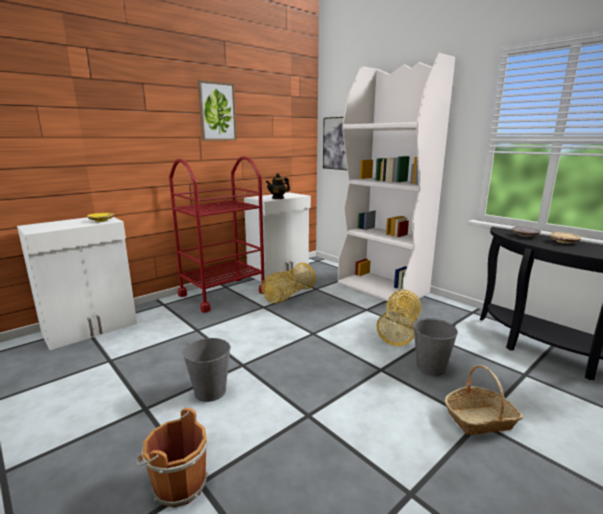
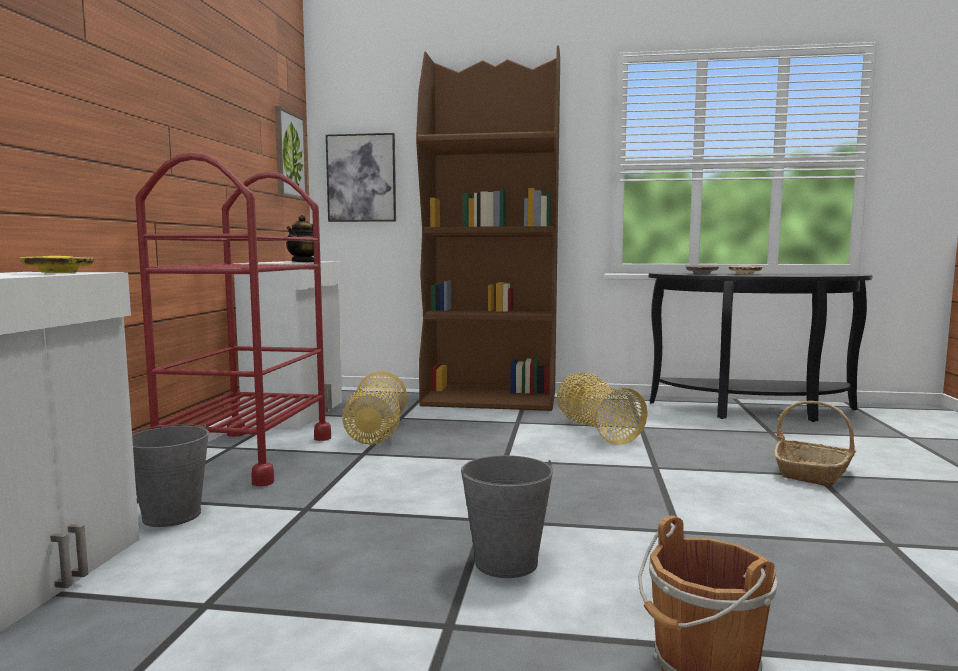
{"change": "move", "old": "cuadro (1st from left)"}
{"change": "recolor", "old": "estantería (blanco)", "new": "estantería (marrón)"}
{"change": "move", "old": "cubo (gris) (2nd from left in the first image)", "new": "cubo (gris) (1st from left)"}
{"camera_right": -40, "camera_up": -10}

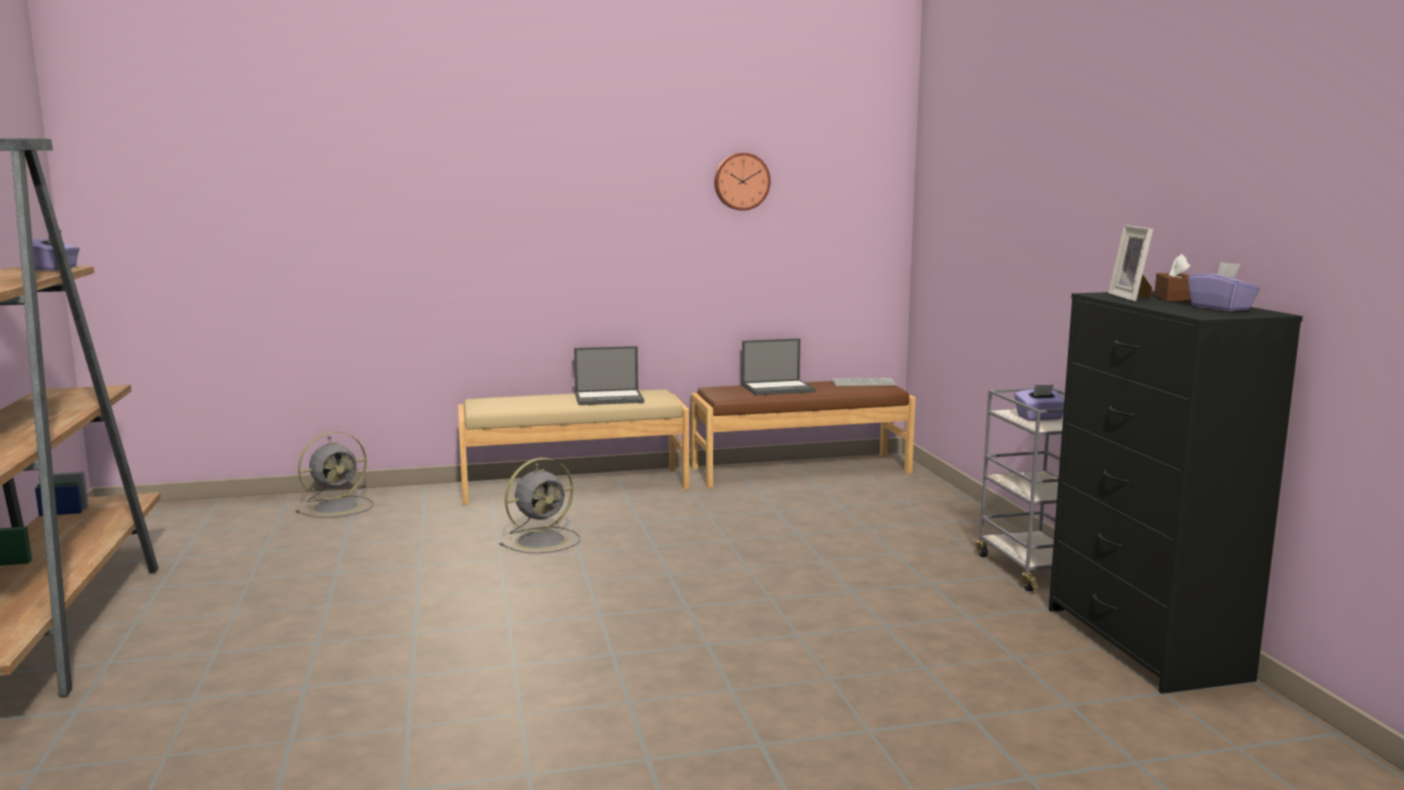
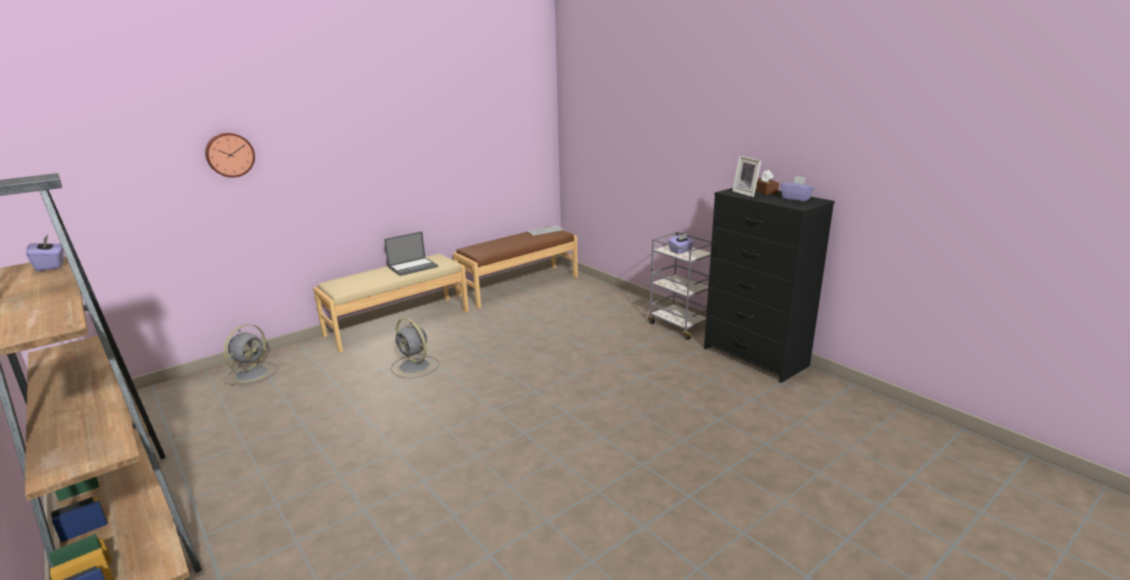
{"change": "rotate", "old": "ventilador (gris) (2nd from left)", "degrees": 105}
{"change": "move", "old": "reloj de pared"}
{"change": "delete", "old": "portátil (2nd from left)"}
{"camera_right": -25, "camera_up": 10}

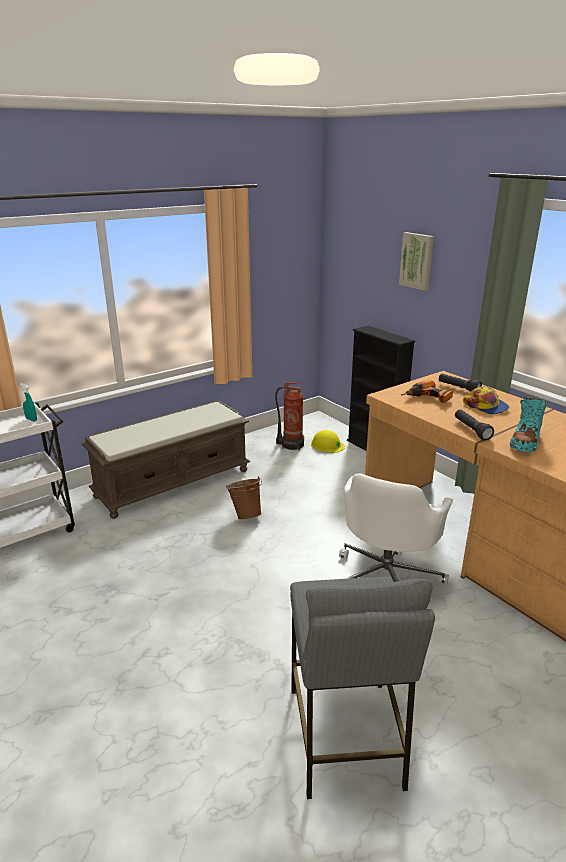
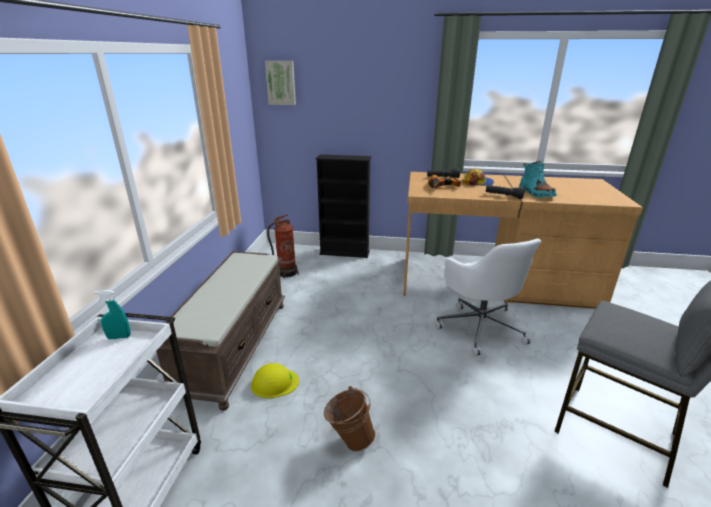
{"change": "move", "old": "cubo (marrón)"}
{"change": "move", "old": "casco (amarillo)"}
{"change": "move", "old": "cuadro"}
{"camera_right": -45, "camera_up": 0}

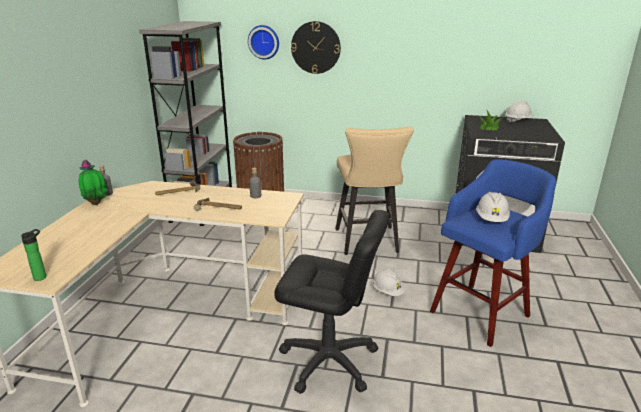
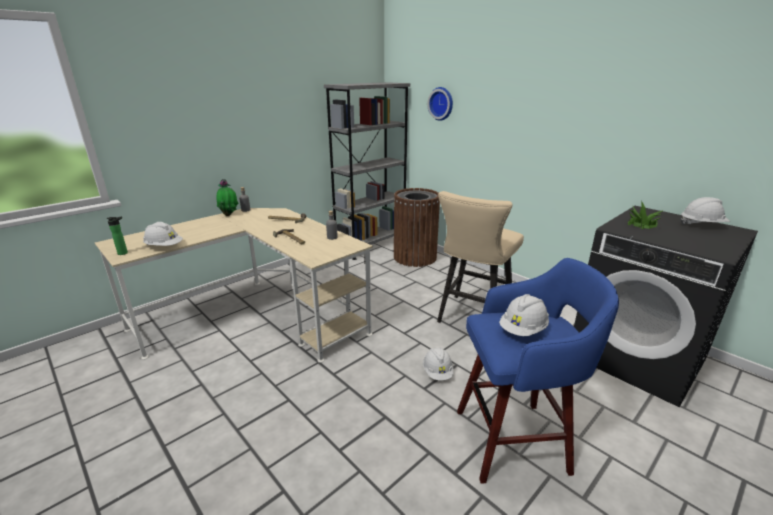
{"change": "delete", "old": "silla de oficina (negro)"}
{"change": "delete", "old": "reloj de pared (2nd from left)"}
{"change": "insert", "new": "casco (blanco) (1st from left)"}
{"camera_right": 35, "camera_up": 0}

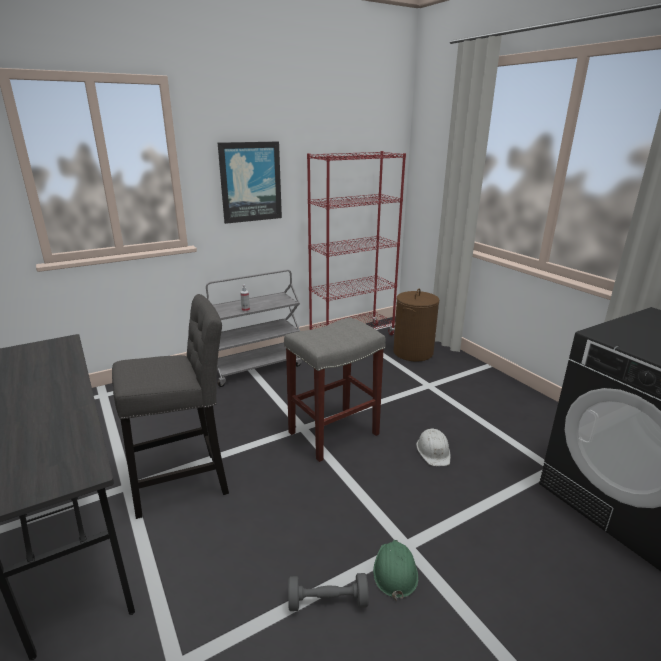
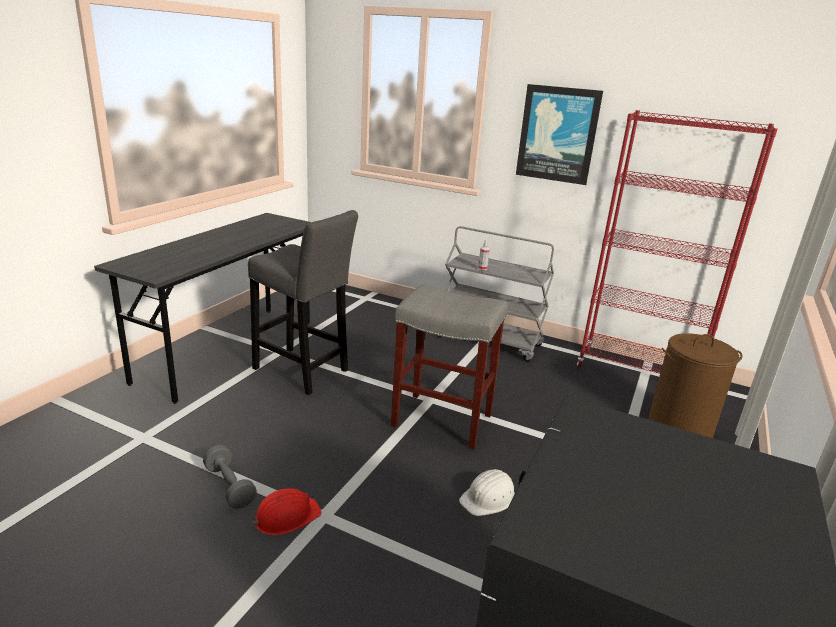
{"change": "recolor", "old": "casco (verde)", "new": "casco (rojo)"}
{"camera_right": 55, "camera_up": 0}

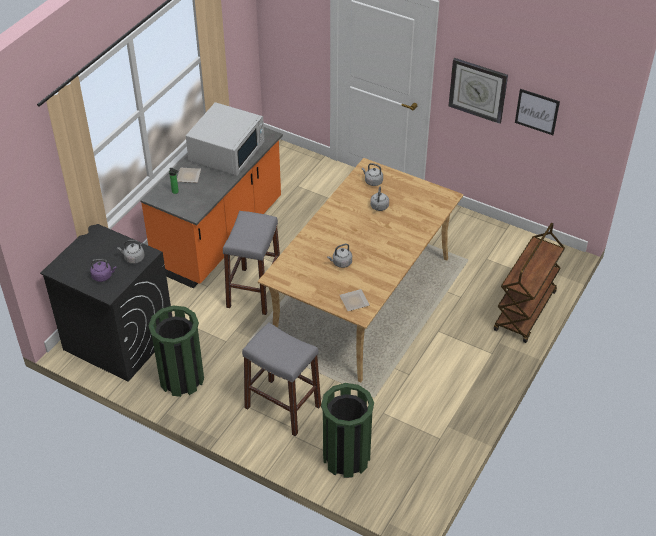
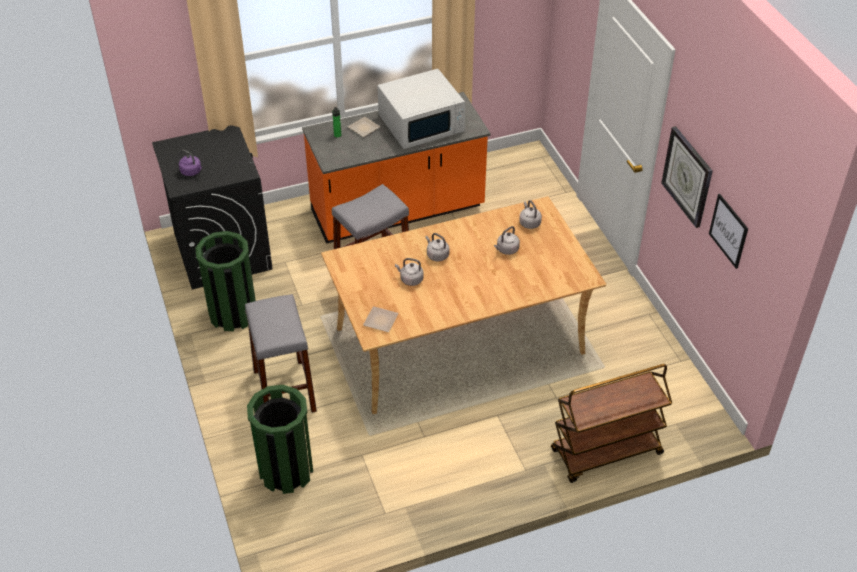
{"change": "move", "old": "hervidor (gris) (1st from left in the first image)", "new": "hervidor (gris) (2nd from left)"}
{"camera_right": 40, "camera_up": 0}

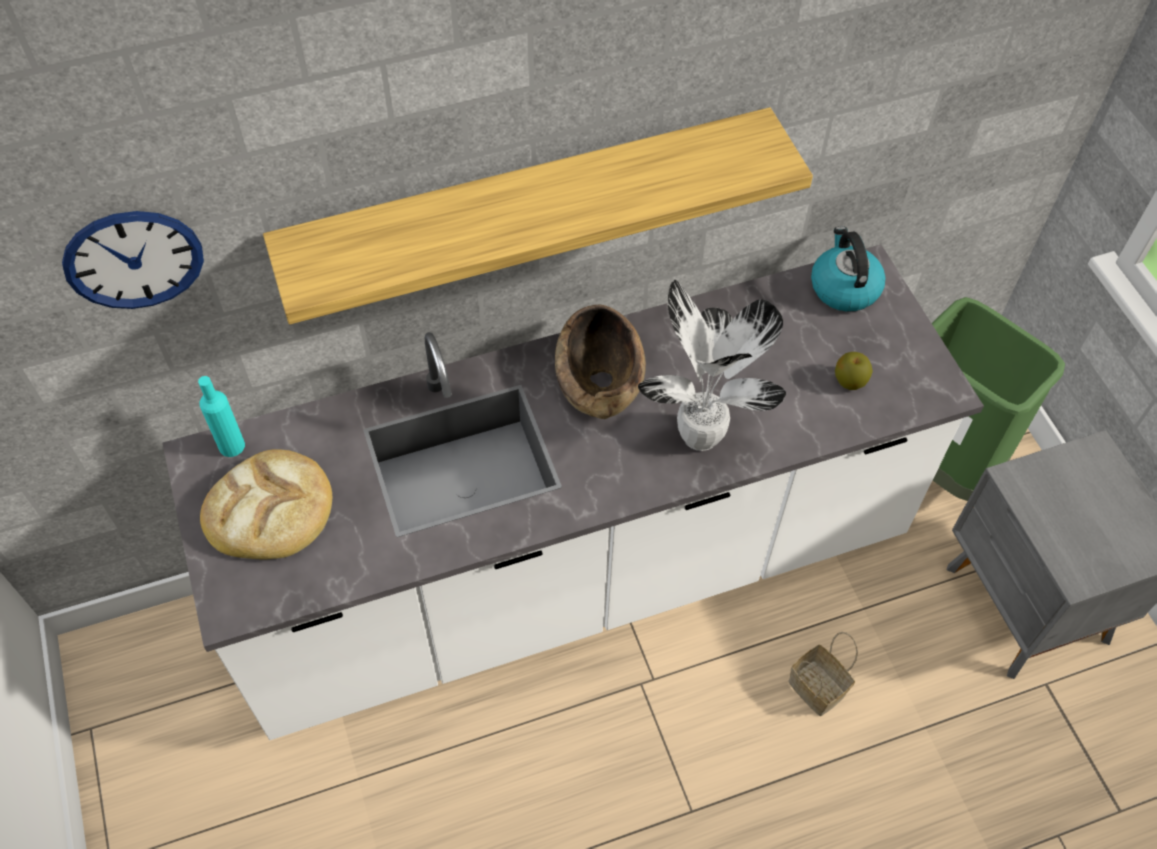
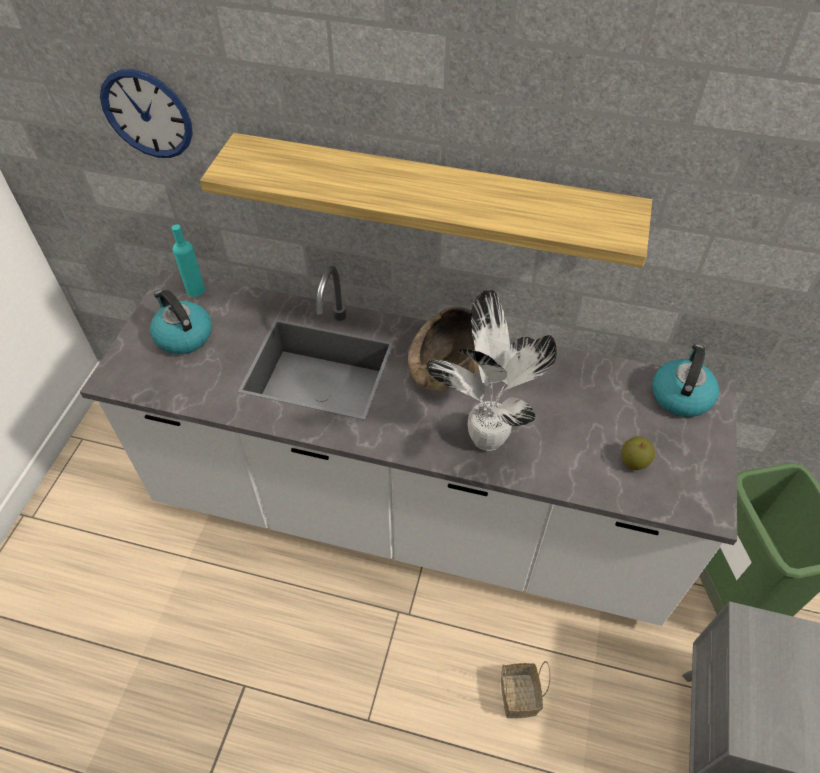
{"change": "replace", "old": "pan", "new": "hervidor (1st from left)"}
{"camera_right": 35, "camera_up": -5}

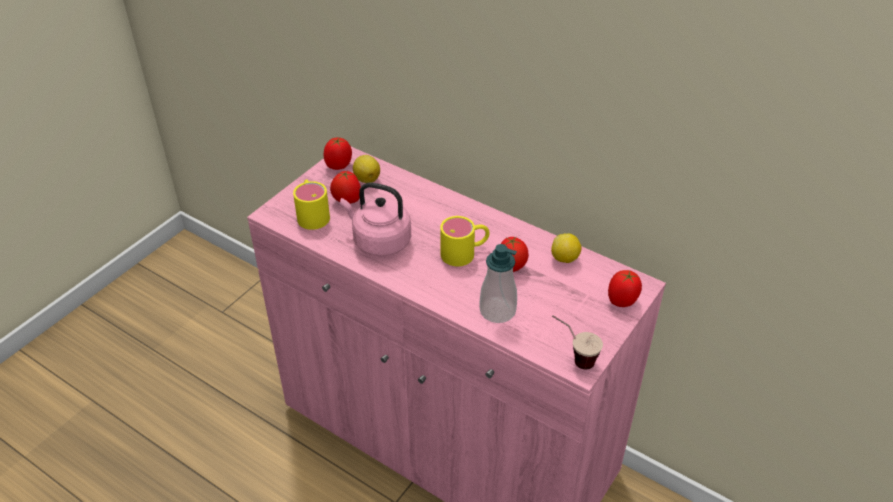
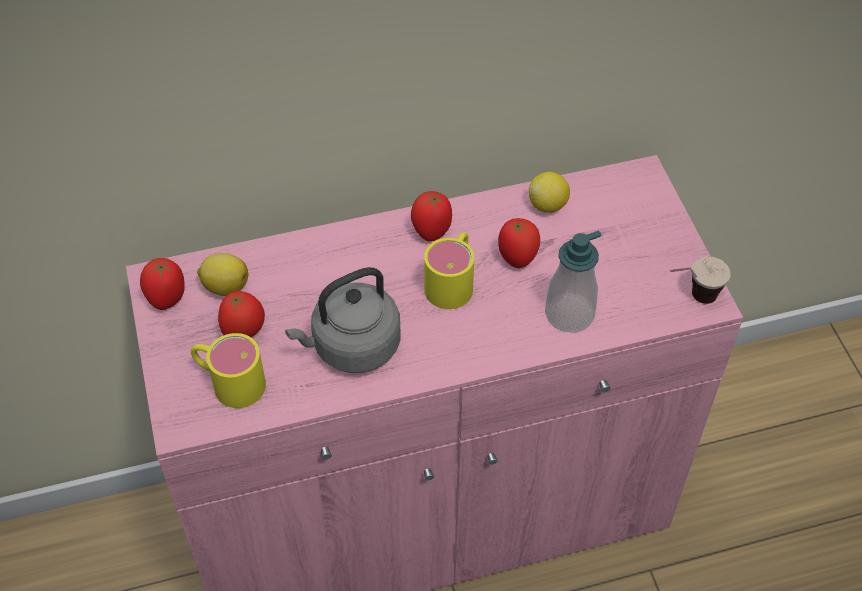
{"change": "recolor", "old": "hervidor (rosa)", "new": "hervidor (gris)"}
{"change": "move", "old": "tomate (4th from left in the first image)", "new": "tomate (3rd from left)"}
{"camera_right": -50, "camera_up": 10}

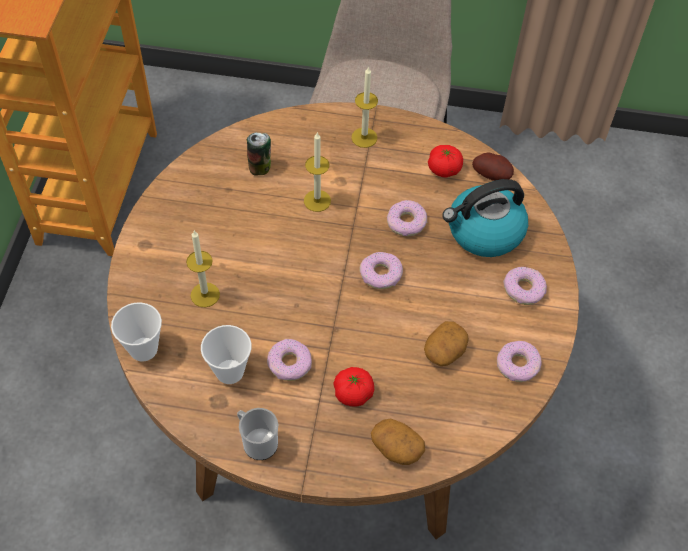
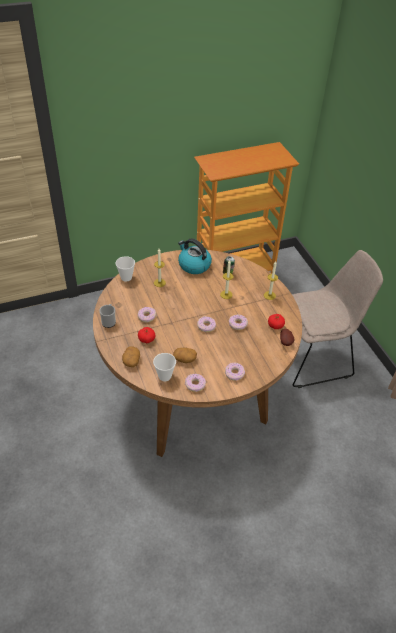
{"change": "move", "old": "taza (2nd from left)"}
{"change": "move", "old": "hervidor"}
{"camera_right": 60, "camera_up": -10}

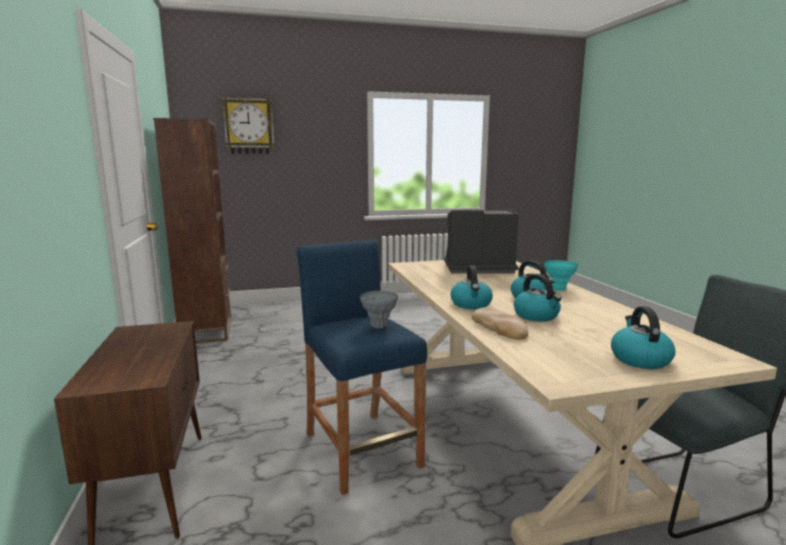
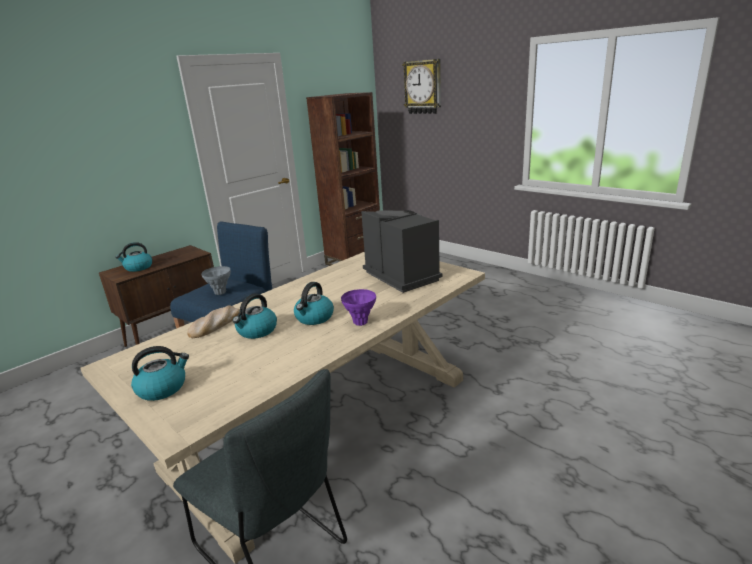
{"change": "move", "old": "hervidor (1st from left)"}
{"change": "recolor", "old": "florero (turquesa)", "new": "florero (morado)"}
{"camera_right": 60, "camera_up": 10}

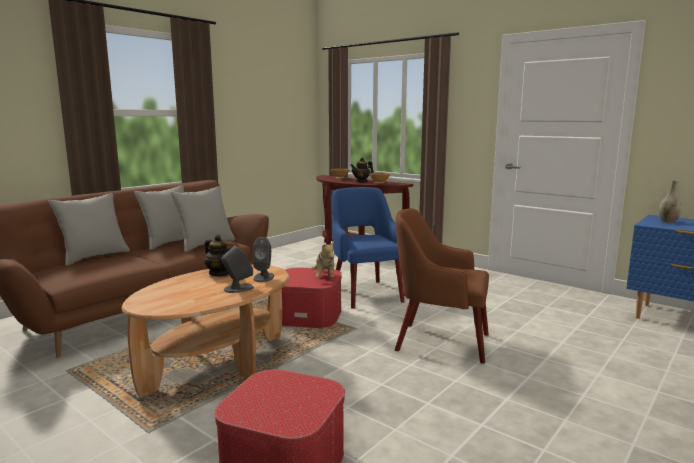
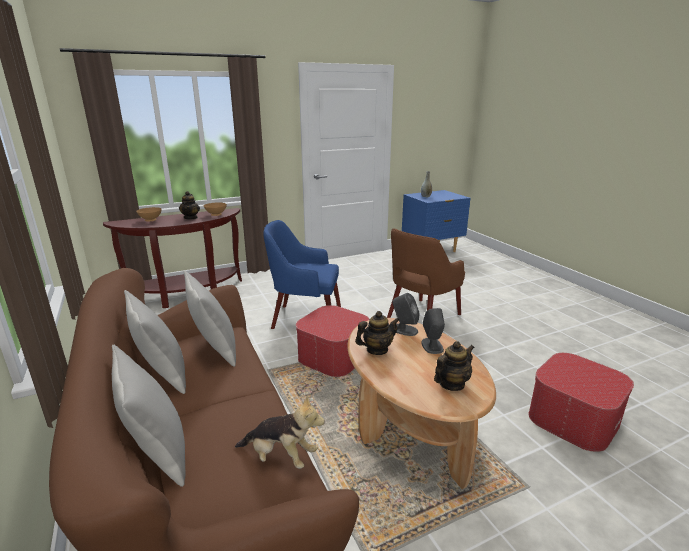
{"change": "move", "old": "peluche"}
{"change": "insert", "new": "tetera (3rd from left)"}
{"camera_right": -65, "camera_up": 10}

